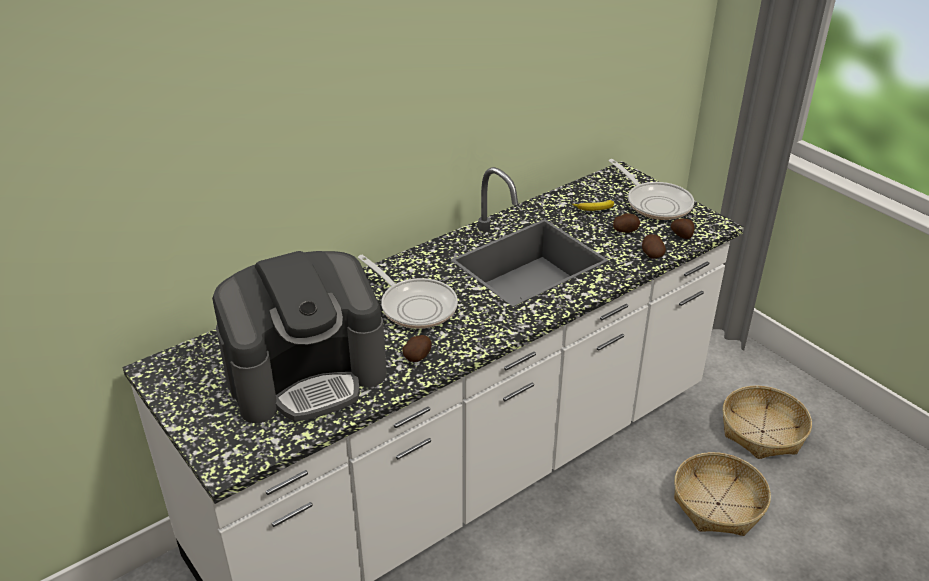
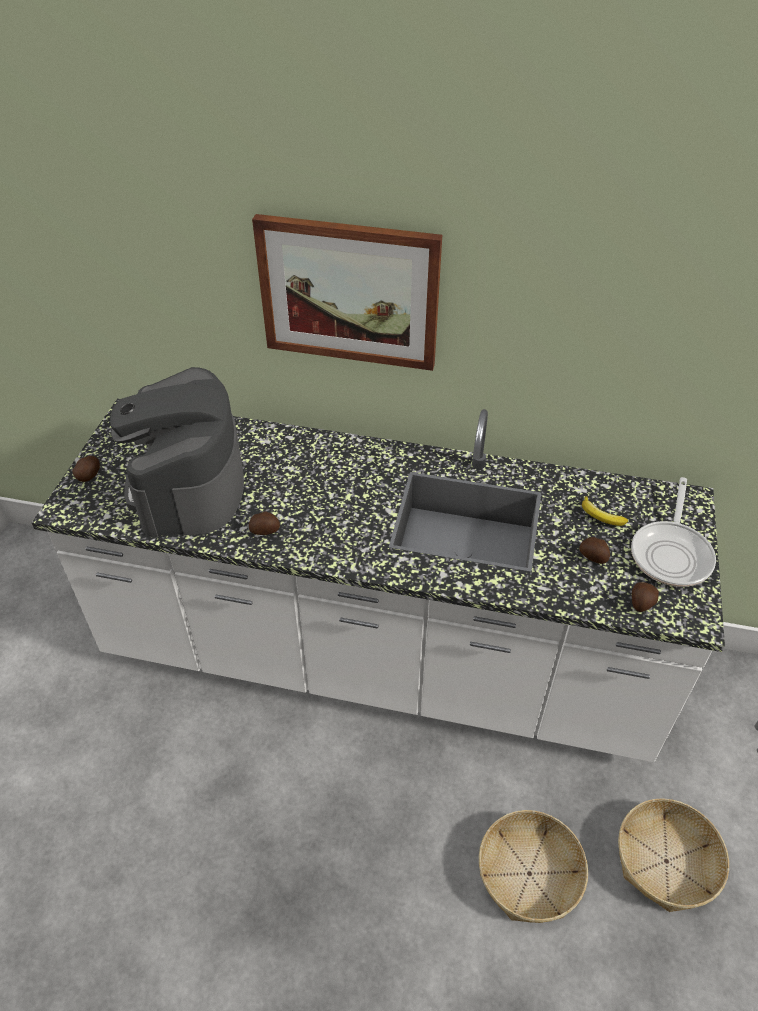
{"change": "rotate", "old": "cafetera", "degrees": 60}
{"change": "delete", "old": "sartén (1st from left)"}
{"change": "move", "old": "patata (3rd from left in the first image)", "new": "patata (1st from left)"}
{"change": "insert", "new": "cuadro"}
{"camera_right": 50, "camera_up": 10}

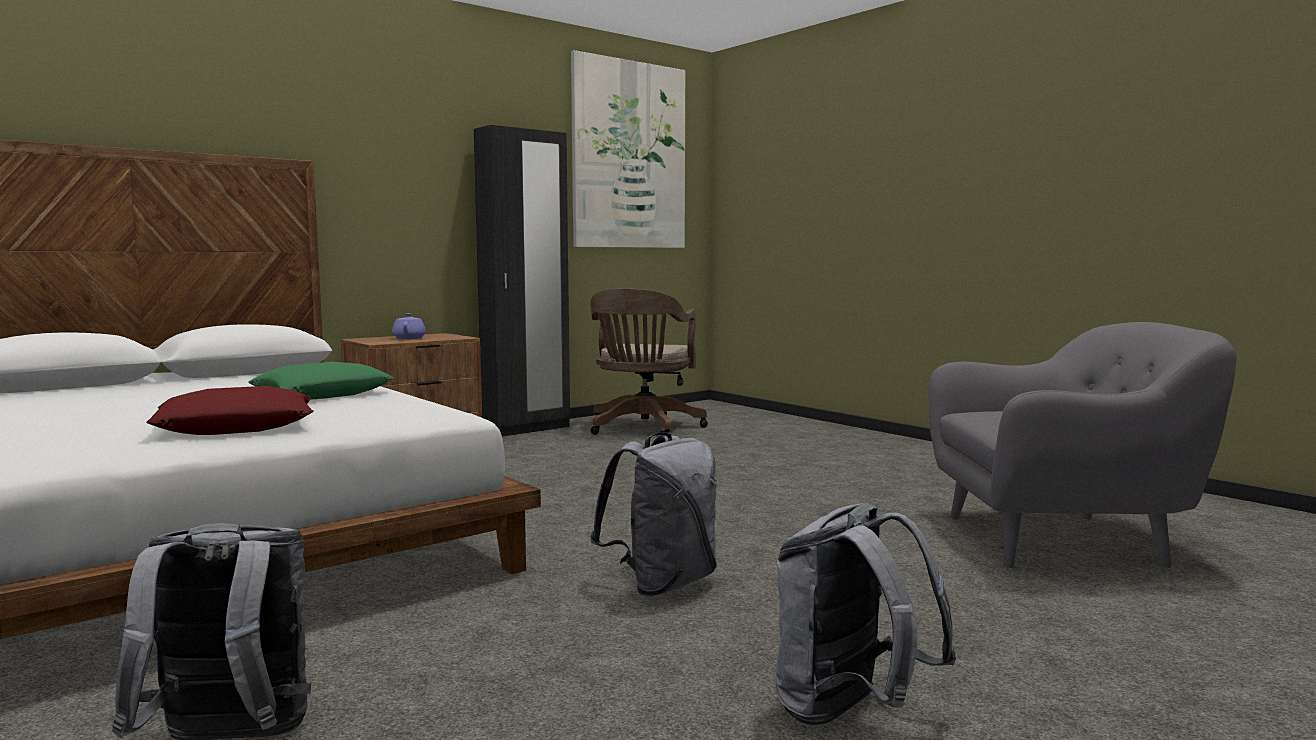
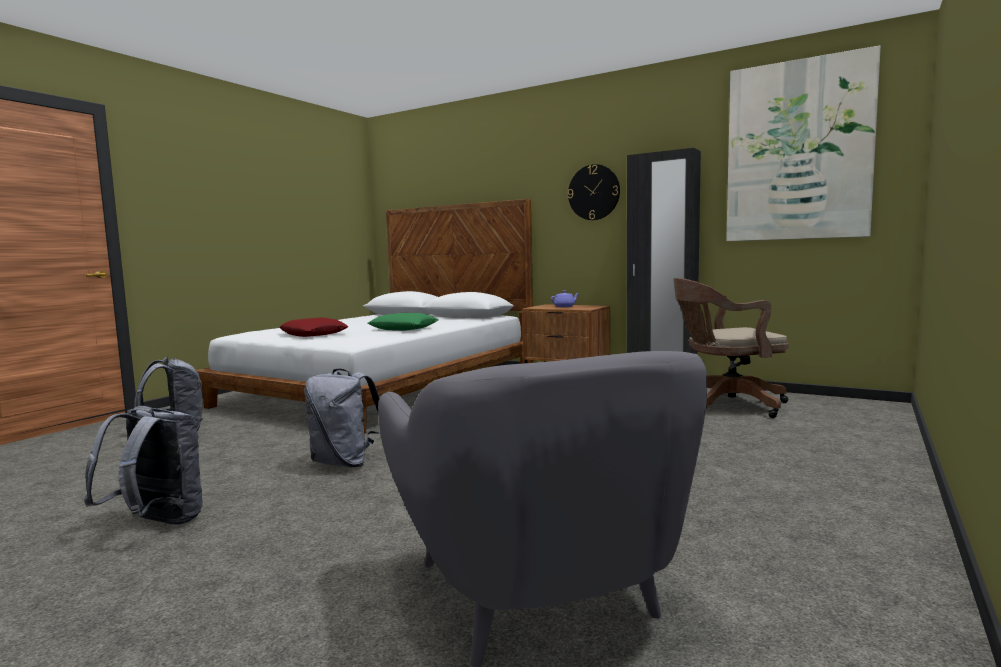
{"change": "insert", "new": "reloj de pared"}
{"camera_right": 70, "camera_up": 0}

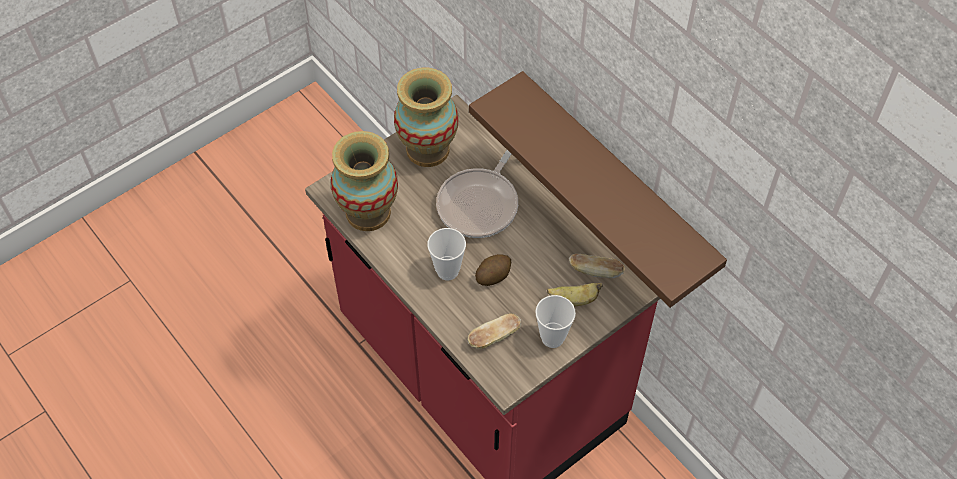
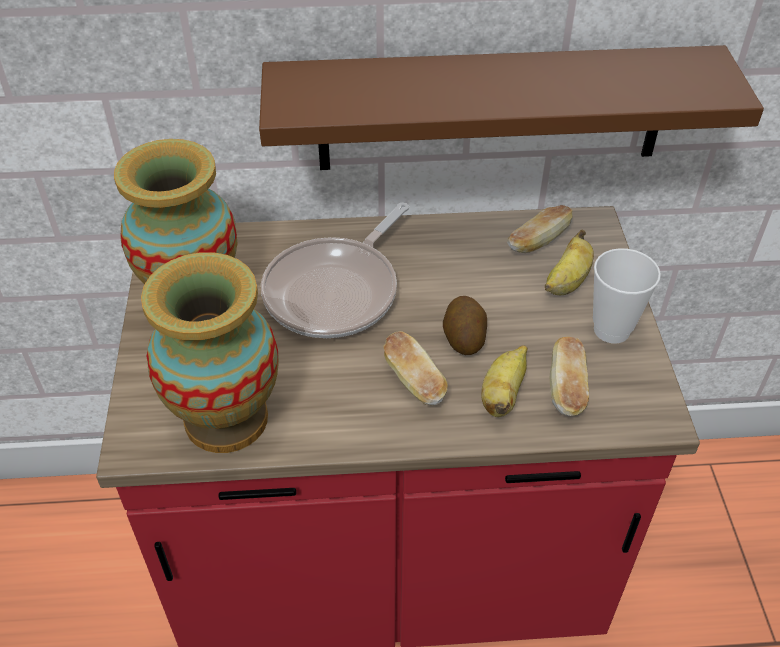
{"change": "replace", "old": "taza (1st from left)", "new": "pan (1st from left)"}
{"change": "rotate", "old": "sartén", "degrees": 60}
{"change": "insert", "new": "plátano (1st from left)"}
{"camera_right": -55, "camera_up": -10}

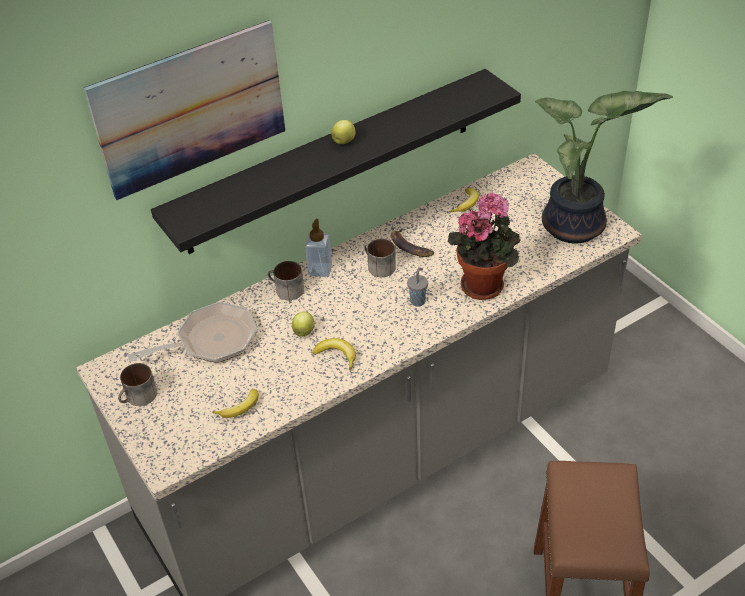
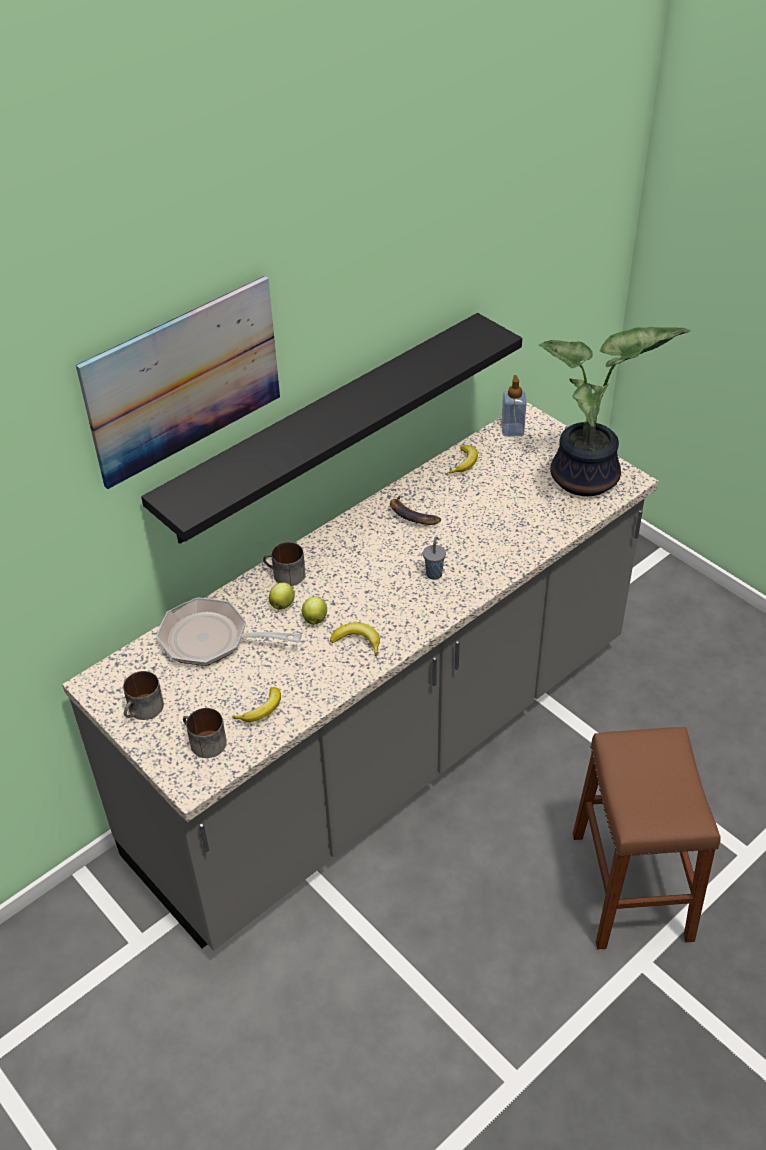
{"change": "rotate", "old": "sartén", "degrees": -135}
{"change": "move", "old": "dispensador de jabón"}
{"change": "move", "old": "manzana (2nd from left in the first image)", "new": "manzana (1st from left)"}
{"change": "move", "old": "taza grande (3rd from left in the first image)", "new": "taza grande (2nd from left)"}
{"change": "delete", "old": "planta en maceta (1st from left)"}
{"camera_right": -10, "camera_up": 0}

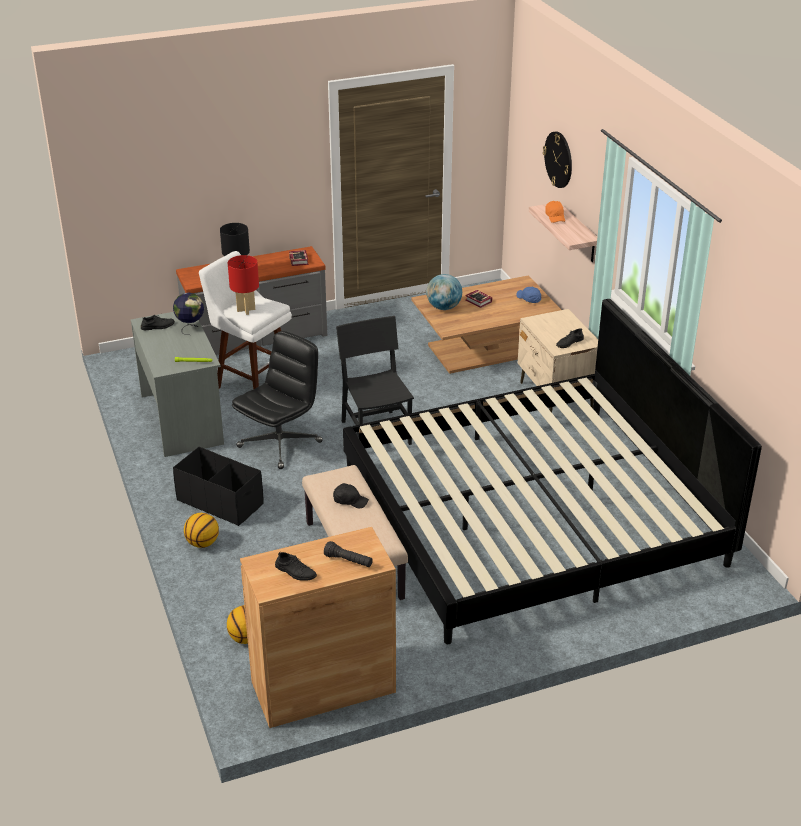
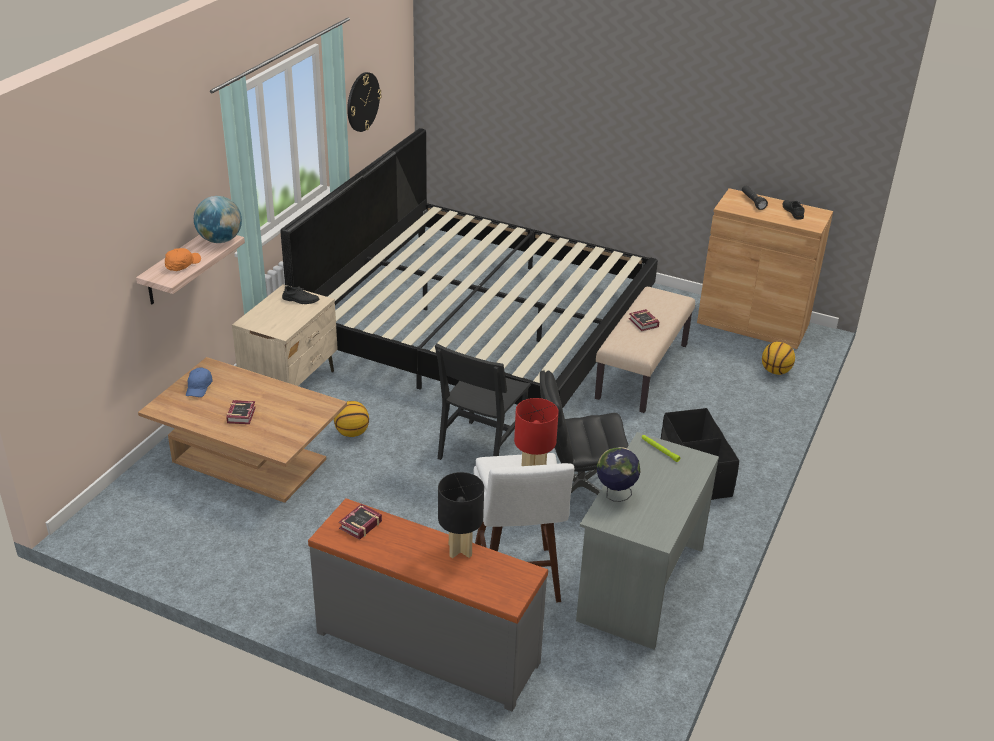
{"change": "delete", "old": "zapato (negro) (1st from left)"}
{"change": "move", "old": "balón de baloncesto (1st from left)"}
{"change": "replace", "old": "gorra (negro)", "new": "libro (3rd from left)"}
{"change": "move", "old": "globo terráqueo (2nd from left in the first image)", "new": "globo terráqueo (1st from left)"}
{"change": "move", "old": "reloj de pared"}
{"camera_right": -135, "camera_up": 0}

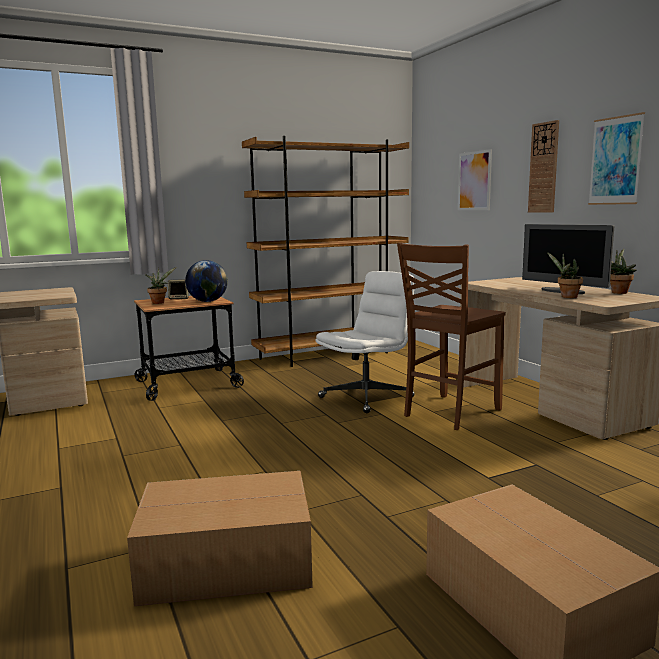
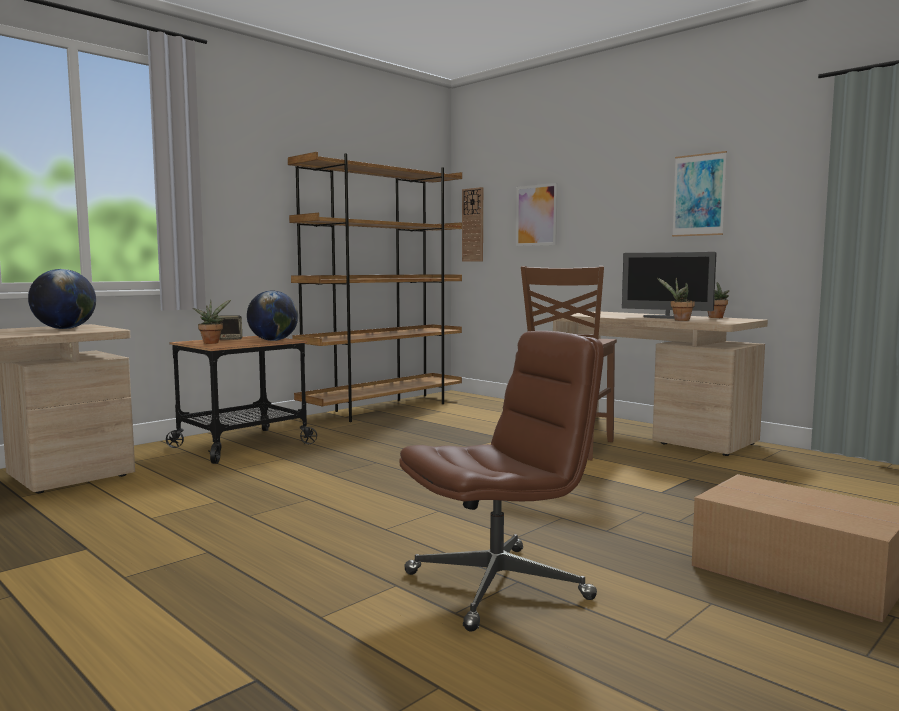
{"change": "replace", "old": "caja de cartón (1st from left)", "new": "silla de oficina (marrón)"}
{"change": "delete", "old": "silla de oficina (blanco)"}
{"change": "move", "old": "reloj de pared"}
{"change": "insert", "new": "globo terráqueo (1st from left)"}
{"camera_right": -20, "camera_up": -5}

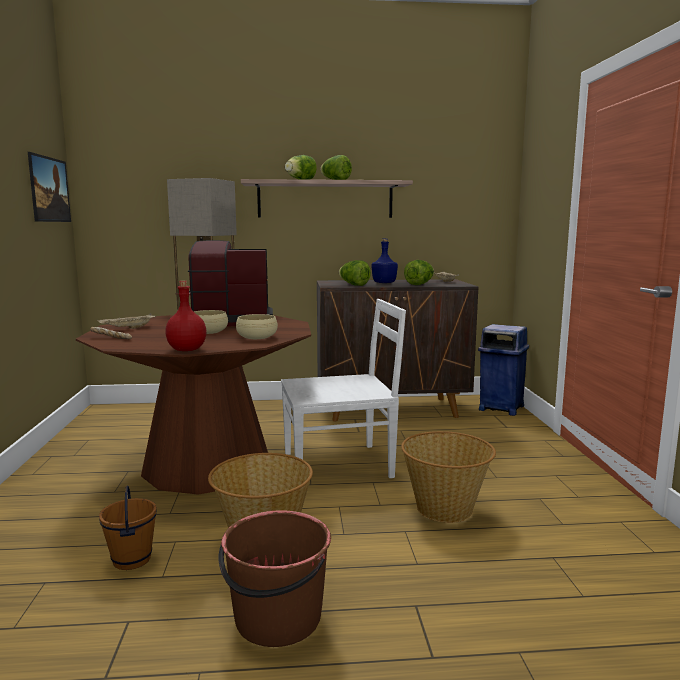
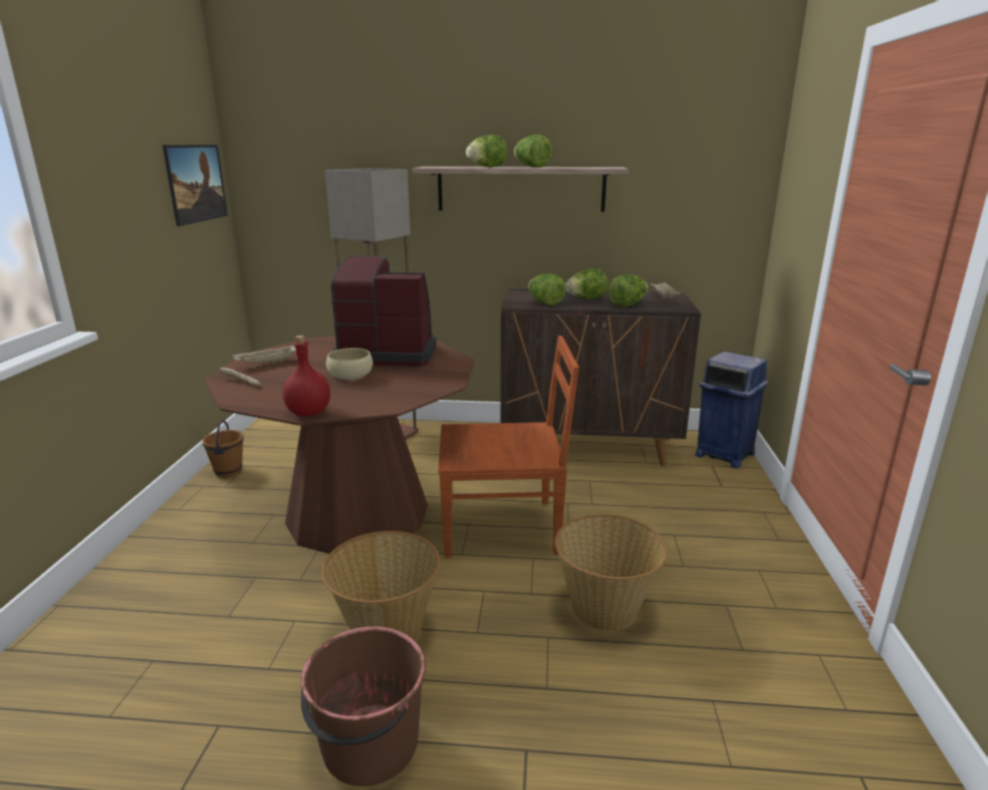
{"change": "move", "old": "cubo (marrón) (1st from left)"}
{"change": "delete", "old": "cuenco (beis) (2nd from left)"}
{"change": "recolor", "old": "silla (blanco)", "new": "silla (marrón)"}
{"change": "replace", "old": "botella (azul)", "new": "lechuga (4th from left)"}
{"camera_right": 10, "camera_up": 10}

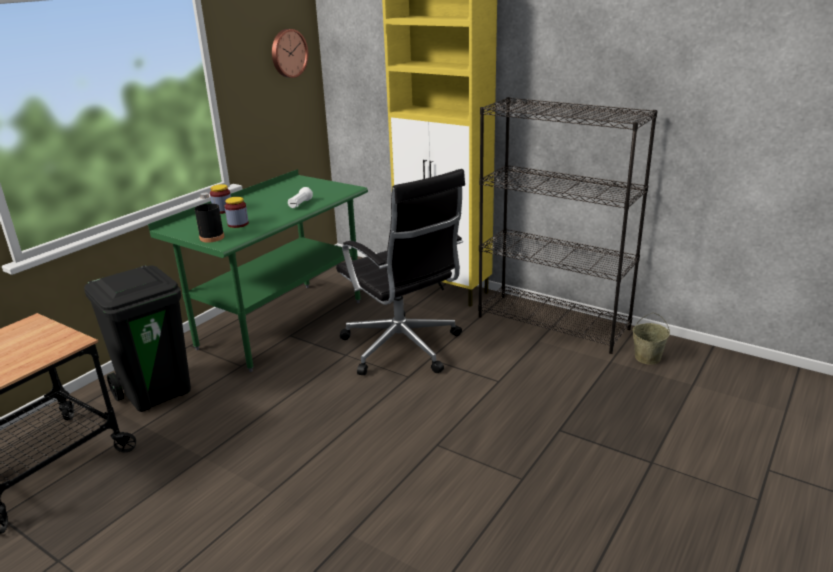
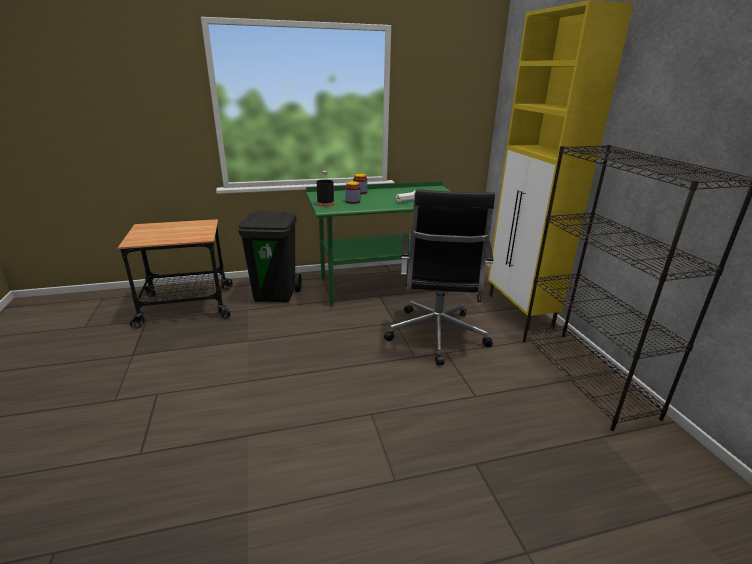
{"change": "delete", "old": "reloj de pared"}
{"change": "delete", "old": "cubo (beis)"}
{"camera_right": 40, "camera_up": 0}

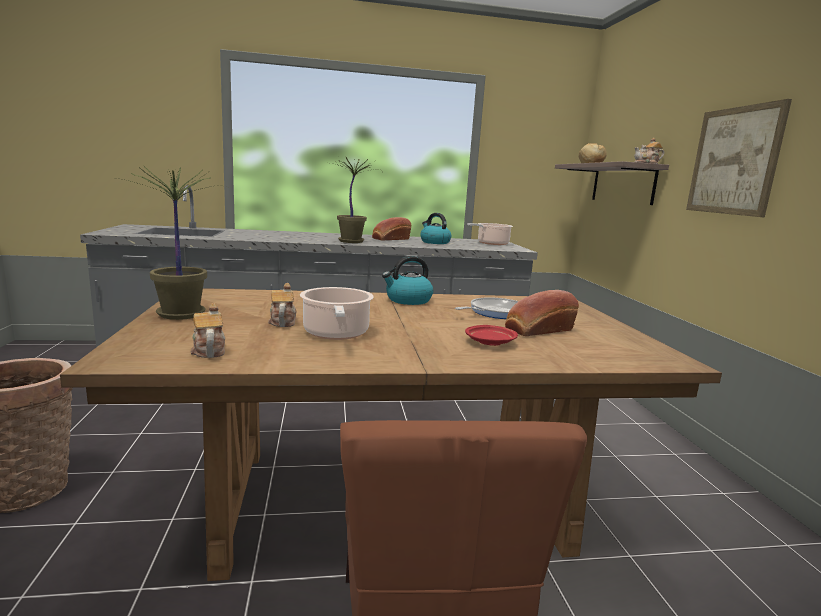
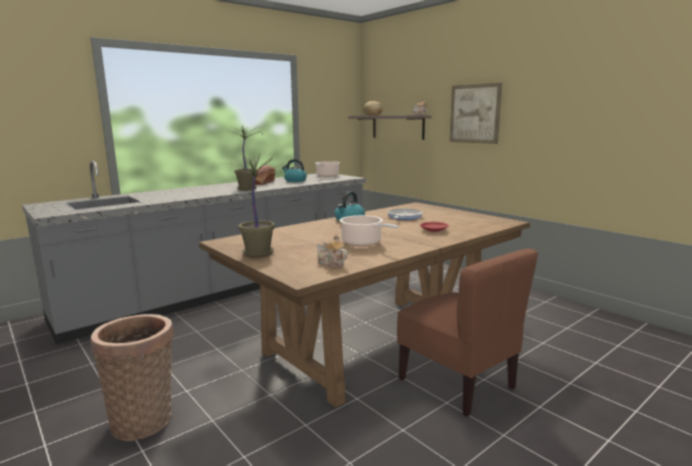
{"change": "delete", "old": "tetera (2nd from left)"}
{"change": "delete", "old": "pan (2nd from left)"}
{"camera_right": -30, "camera_up": 0}

